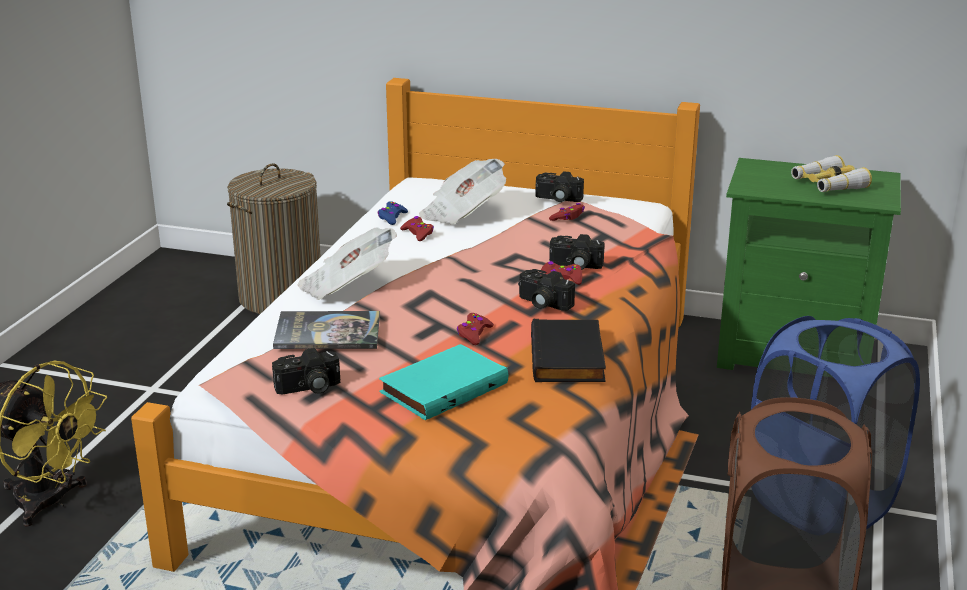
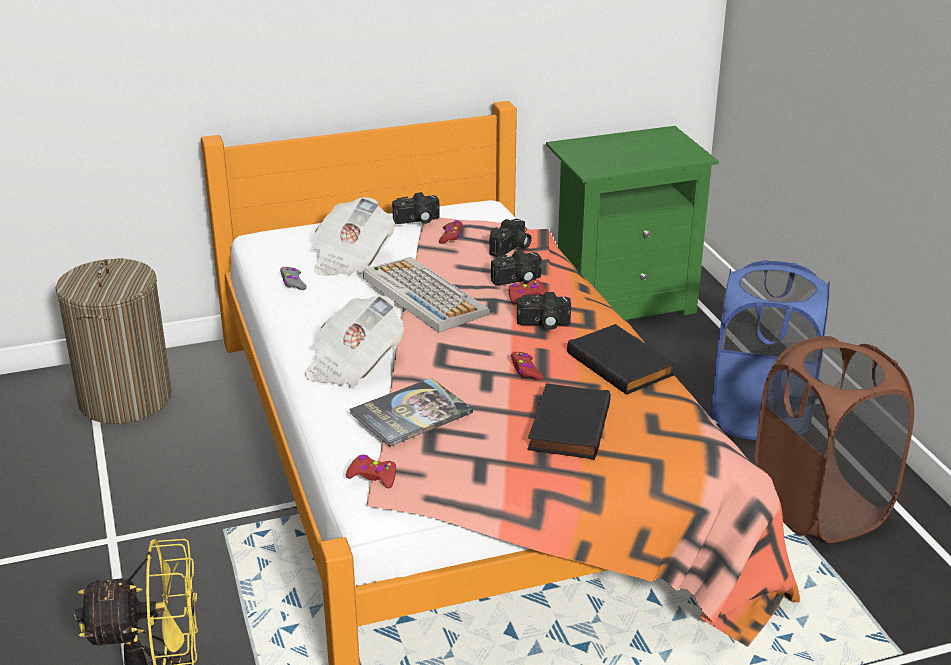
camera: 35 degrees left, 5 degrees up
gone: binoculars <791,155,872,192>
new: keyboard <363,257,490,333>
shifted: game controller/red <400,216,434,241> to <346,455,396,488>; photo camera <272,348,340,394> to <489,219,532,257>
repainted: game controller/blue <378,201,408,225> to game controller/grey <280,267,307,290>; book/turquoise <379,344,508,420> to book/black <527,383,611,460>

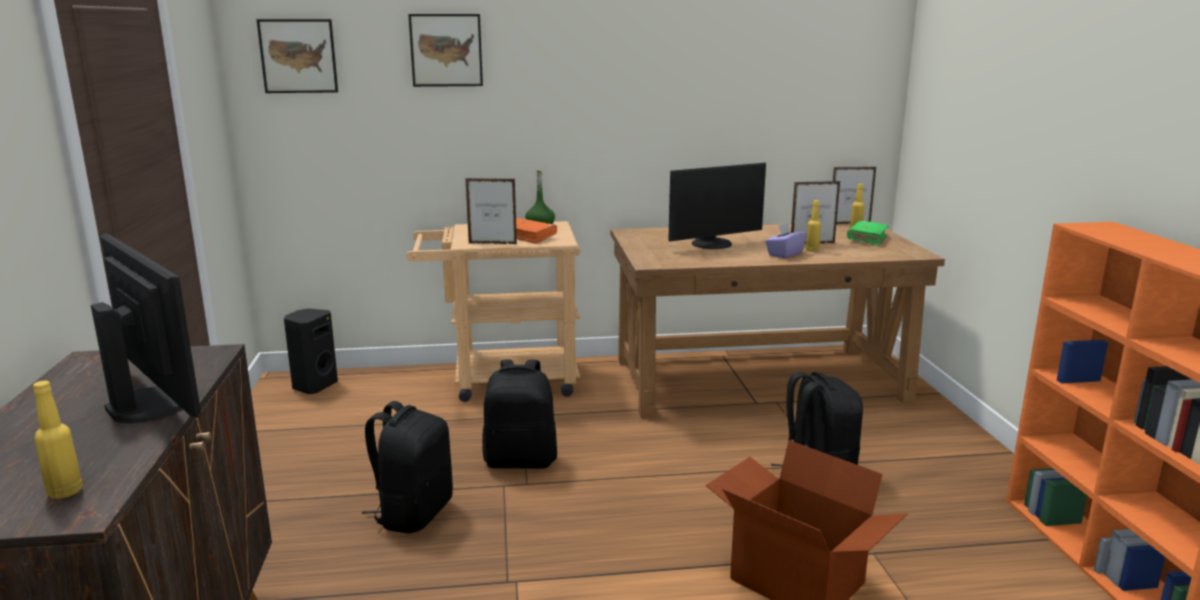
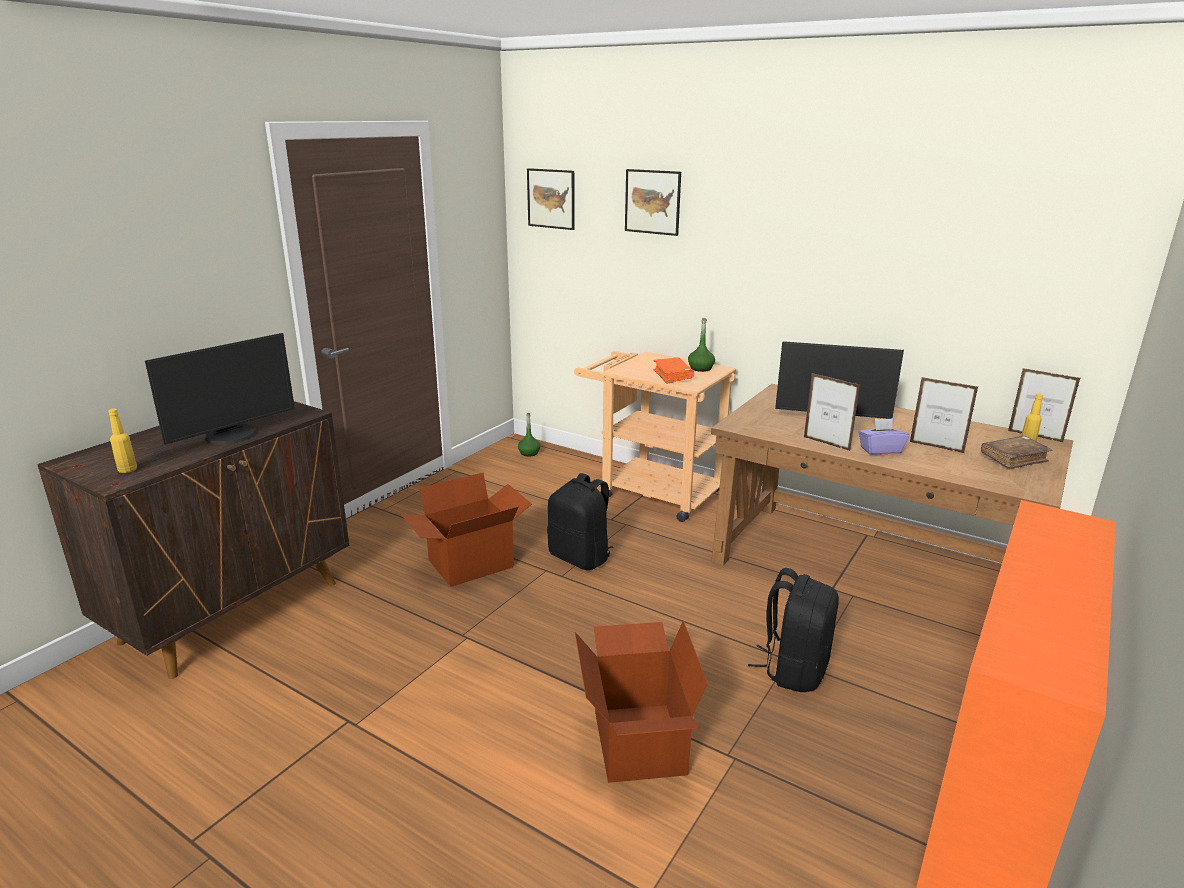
camera: 40 degrees right, 5 degrees up
gone: bottle/yellow <806,200,821,252>
shifted: picture frame <466,178,517,244> to <804,373,860,451>
swapped: speaker/black <284,308,338,394> to bottle/green <518,413,540,456>; backpack/black <362,401,453,533> to cardboard box <401,473,532,587>
repainted: book/green <847,221,889,246> to book/brown <981,436,1052,470>
rotated: monitor <91,233,201,424> = <145,333,295,445> 45 degrees clockwise

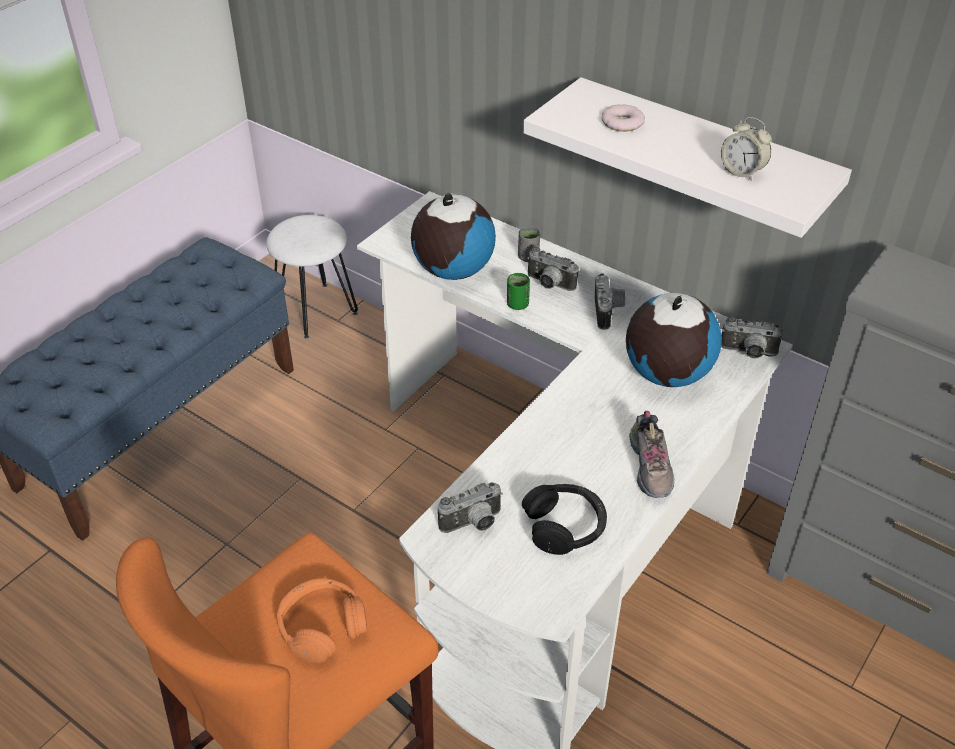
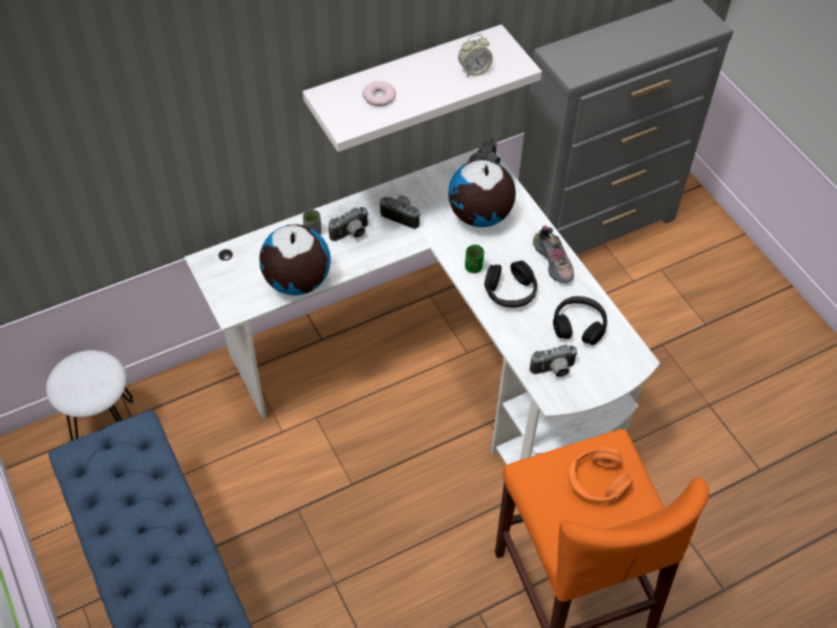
camera: 65 degrees left, 10 degrees up
new: headphones/black <484,260,537,308>
shifted: cup/green <507,273,530,310> to <465,245,484,273>
rotated: shoe <629,411,674,498> = <533,225,574,283> 45 degrees clockwise; photo camera <438,482,503,533> = <530,345,578,377> 75 degrees clockwise

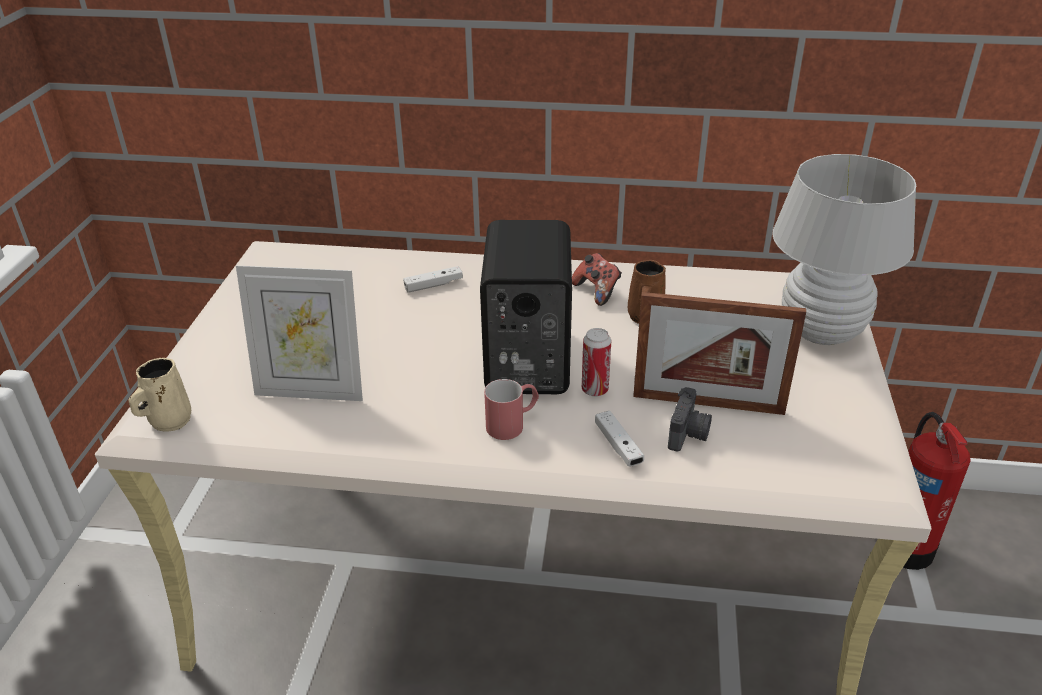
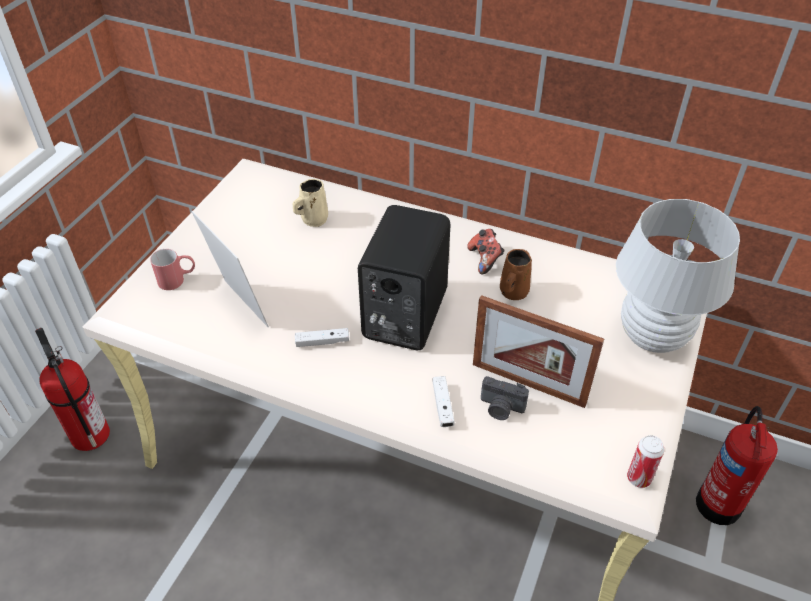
camera: 15 degrees right, 10 degrees up
new: fire extinguisher <35,328,110,451>
shifted: game controller/white <403,266,463,293> to <295,328,349,347>; can <582,328,611,397> to <627,435,664,488>; mug/beige <128,358,191,432> to <293,179,328,227>; mug/red <484,379,539,440> to <150,249,195,290>
rotated: picture frame <236,265,363,401> = <192,211,269,327> 150 degrees counterclockwise; photo camera <668,387,712,452> = <481,376,529,420> 75 degrees clockwise

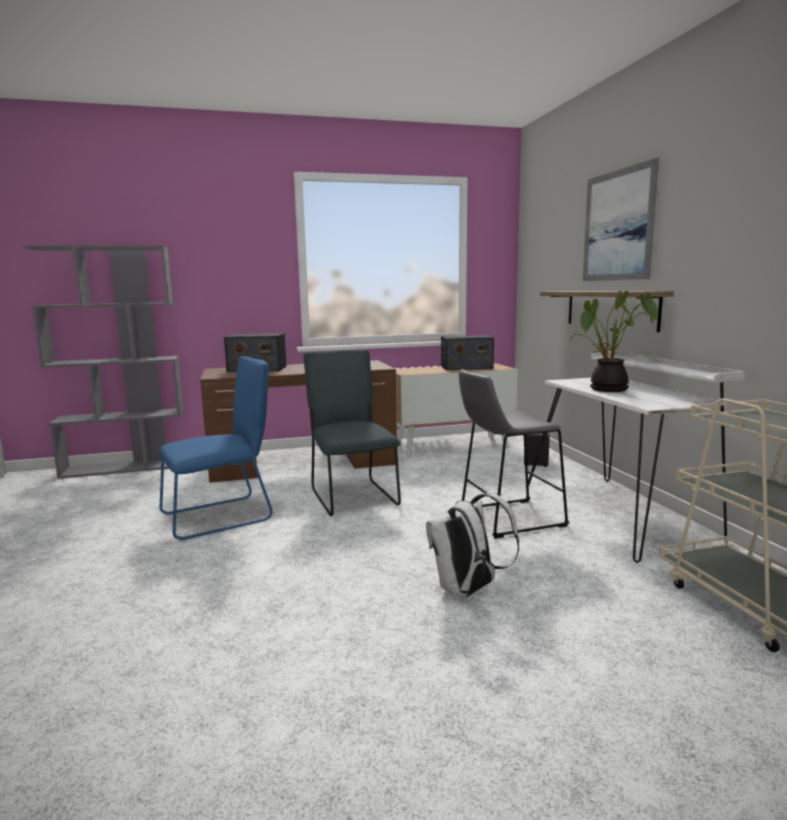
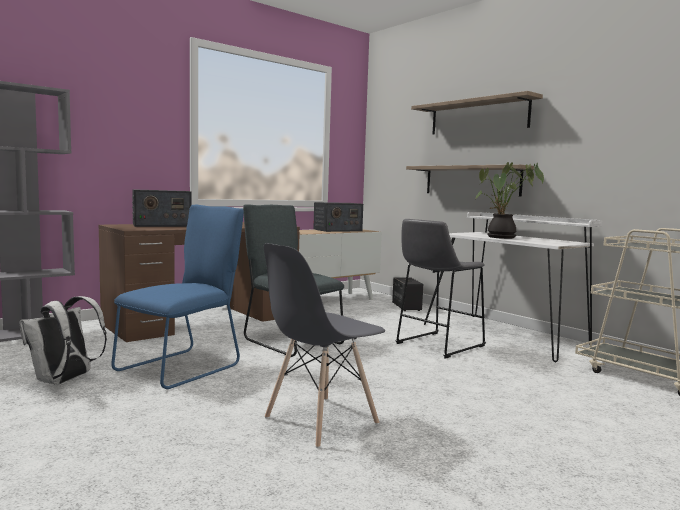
camera: 25 degrees left, 5 degrees down
new: chair/grey <264,243,385,448>
shifted: backpack/white <426,493,519,598> to <19,296,107,385>
swapped: picture <583,158,659,281> to shelf <411,91,543,135>

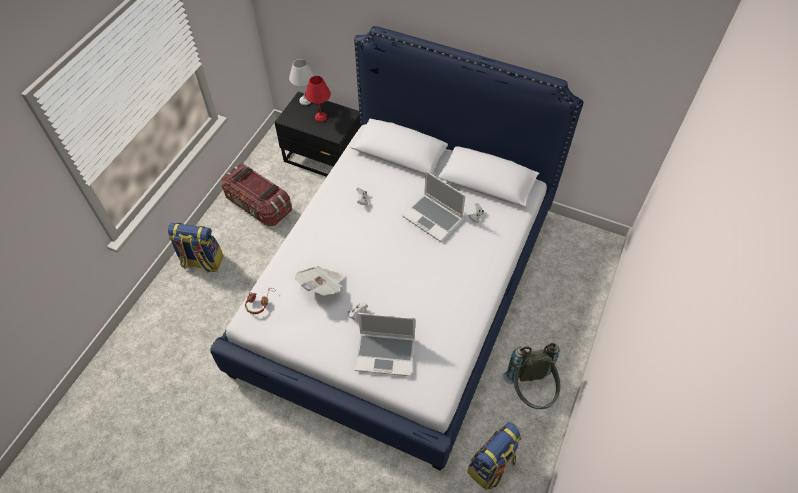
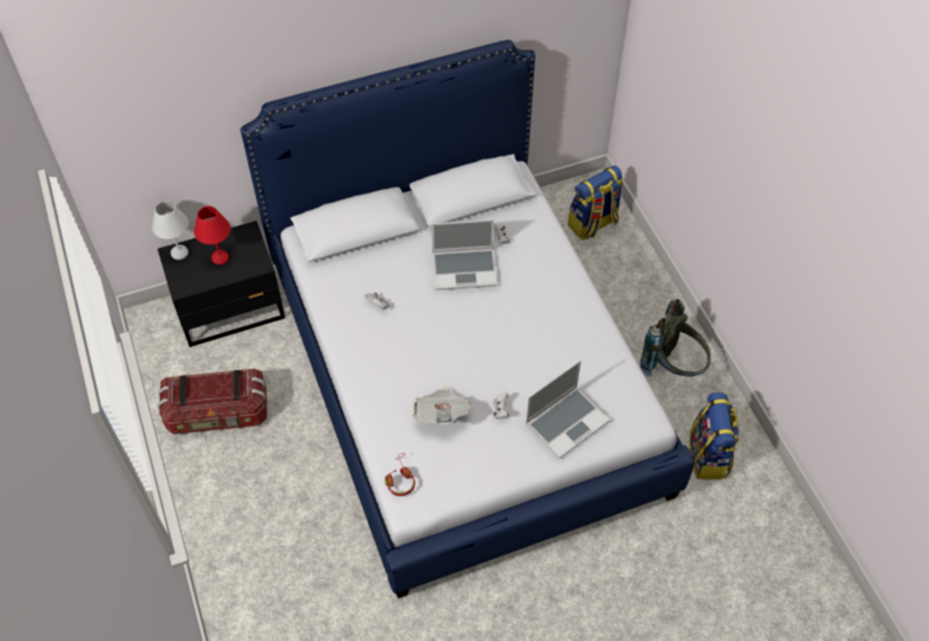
camera: 45 degrees left, 0 degrees up
shifted: backpack <168,223,223,273> to <568,165,623,240>

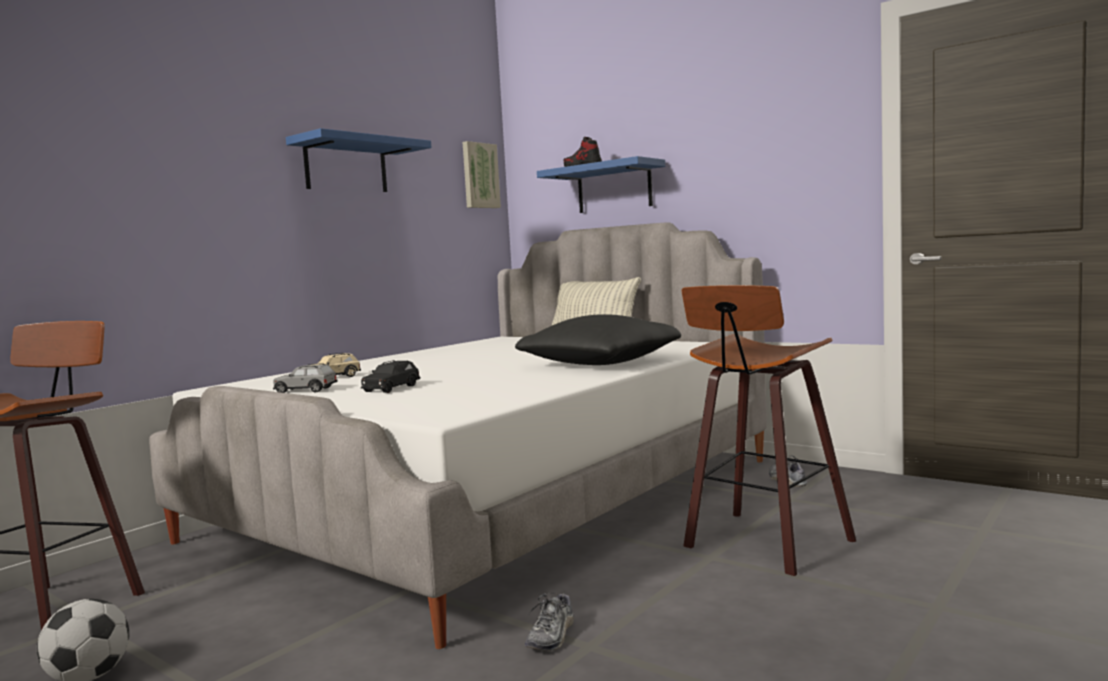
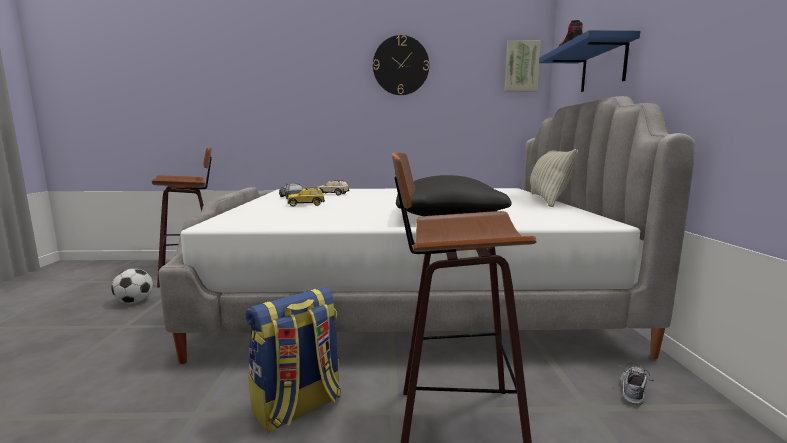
camera: 50 degrees right, 5 degrees up
gone: shoe <525,593,574,651>
new: backpack <246,287,341,433>
swapped: shelf/blue <286,128,432,192> to wall clock <373,35,429,95>
repainted: toy car/black <361,360,420,393> to toy car/yellow <288,188,325,207>

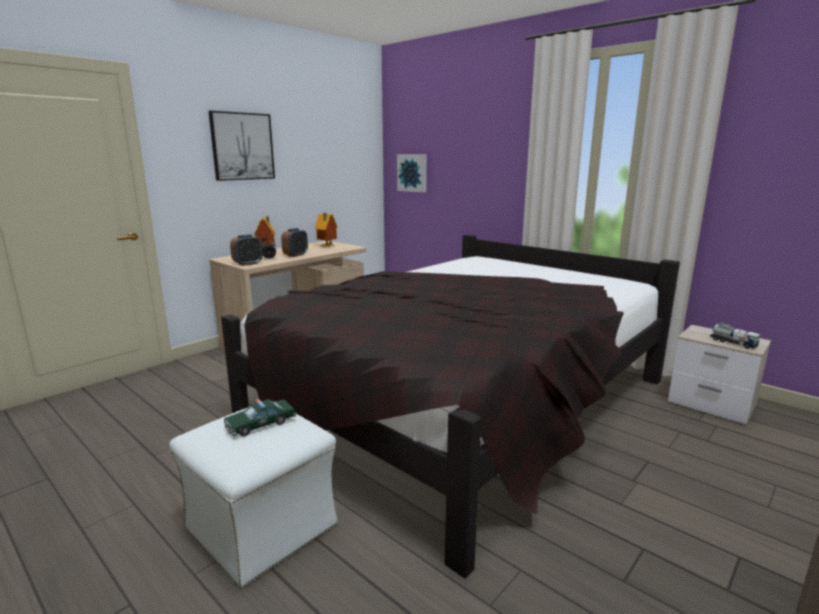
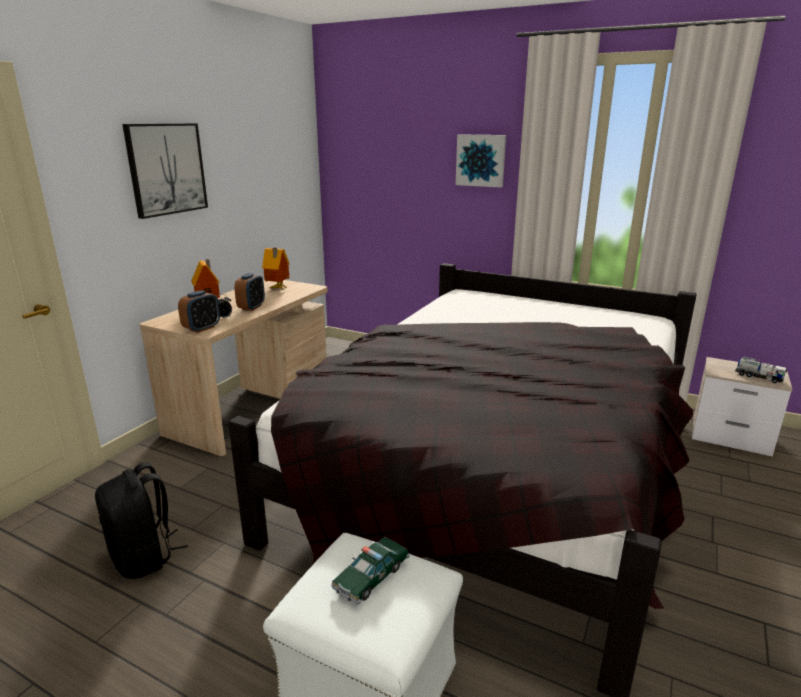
camera: 15 degrees left, 5 degrees up
new: backpack/black <95,462,188,579>
shifted: picture <397,155,427,192> to <456,134,506,188>

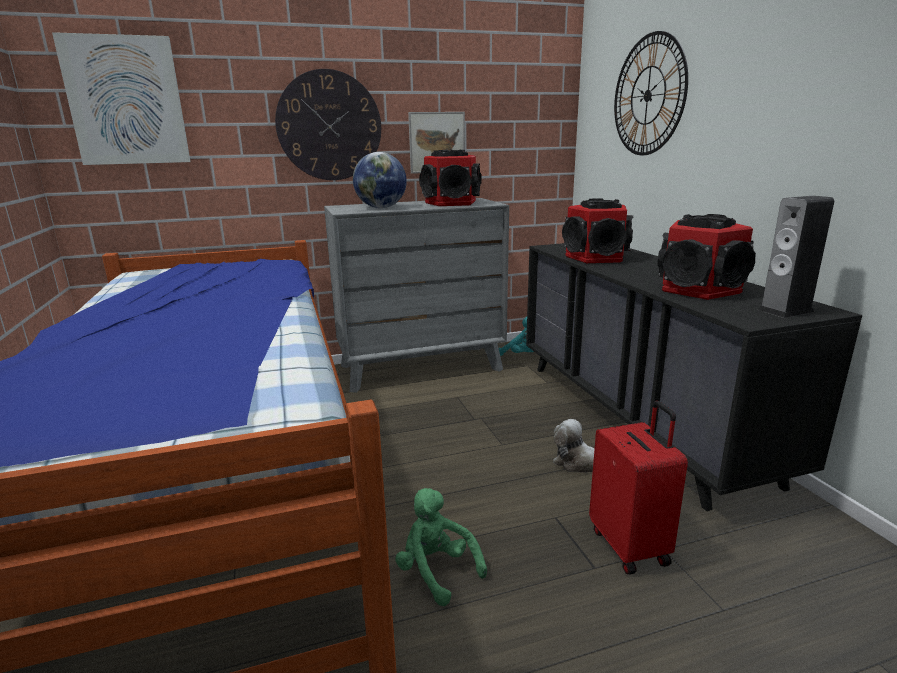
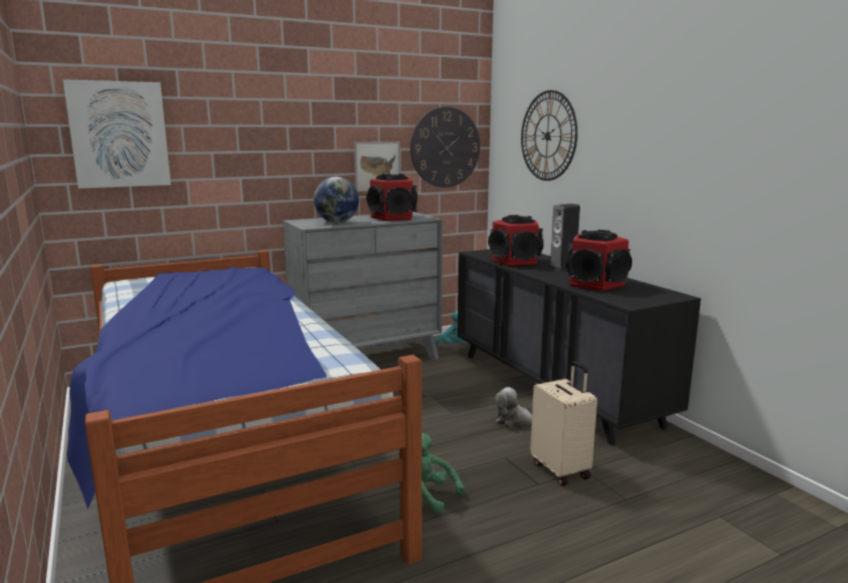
camera: 10 degrees left, 5 degrees down
shifted: wall clock <275,69,381,180> to <410,107,480,188>; speaker <758,196,834,318> to <549,204,580,271>
repainted: suitcase/red <589,401,688,575> to suitcase/beige <530,361,597,486>

